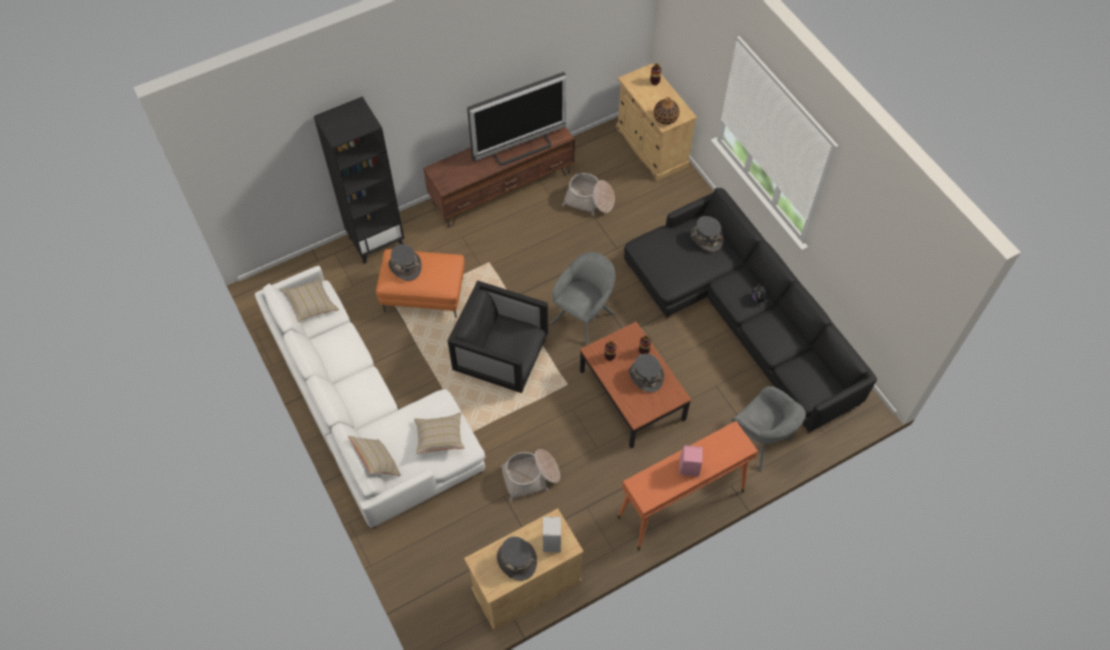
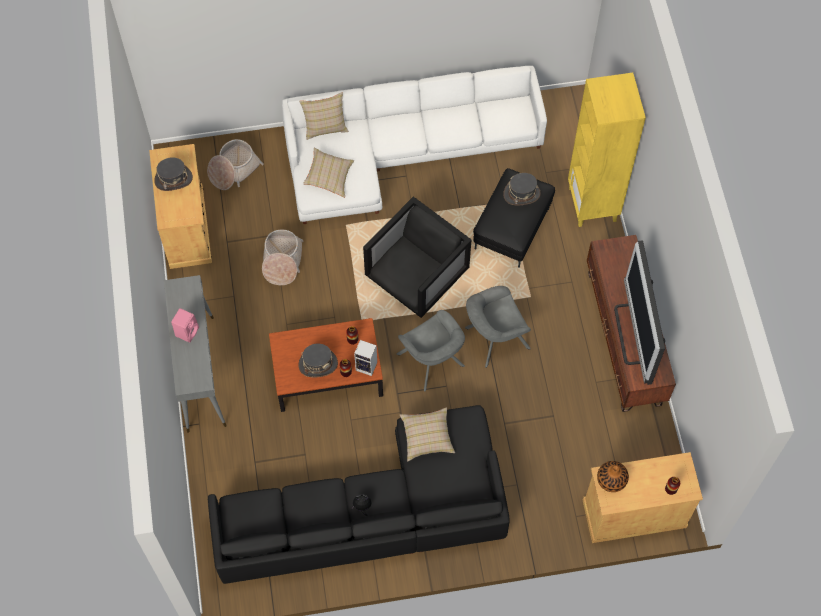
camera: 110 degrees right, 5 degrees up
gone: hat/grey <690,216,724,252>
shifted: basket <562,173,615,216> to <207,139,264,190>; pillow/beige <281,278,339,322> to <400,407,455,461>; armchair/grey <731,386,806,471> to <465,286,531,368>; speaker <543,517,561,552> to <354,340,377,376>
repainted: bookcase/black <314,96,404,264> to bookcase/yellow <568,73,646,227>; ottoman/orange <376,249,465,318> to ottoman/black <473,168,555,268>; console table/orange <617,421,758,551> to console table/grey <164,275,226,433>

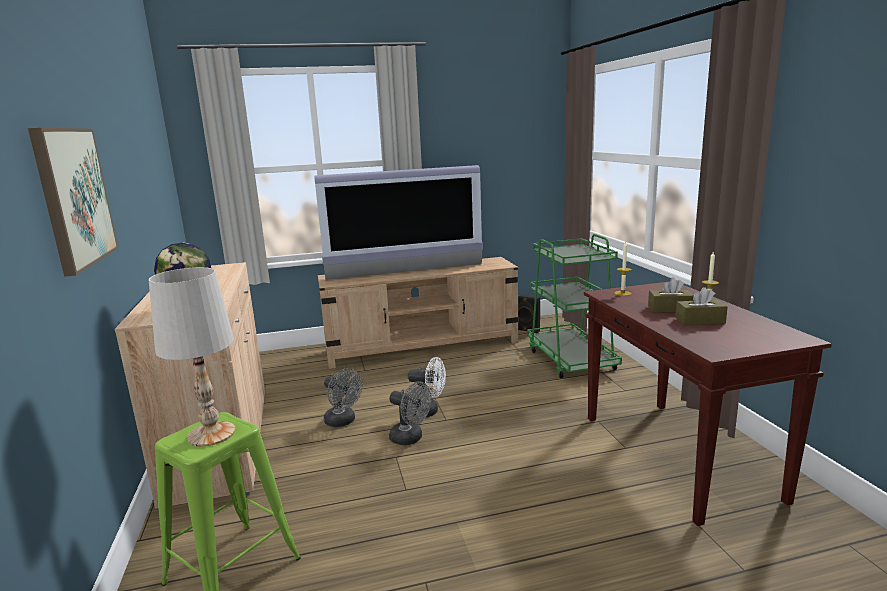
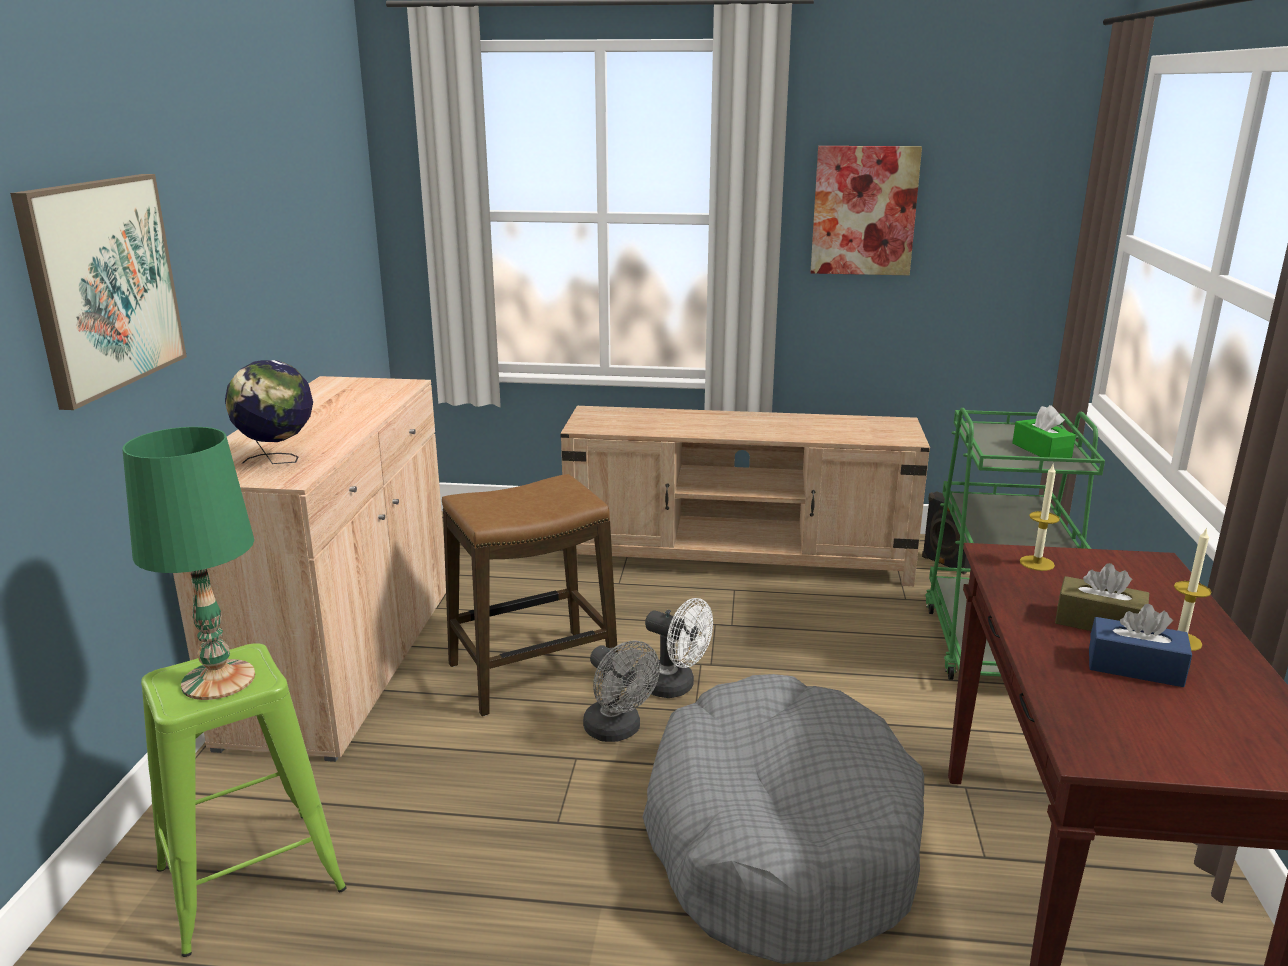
camera: 20 degrees right, 5 degrees up
gone: television <314,165,483,280>
new: picture <811,146,922,275>; tissue box/green <1012,405,1076,458>; dog bed/grey <642,674,924,964>
swapped: fan/grey <324,368,363,427> to stool <442,474,618,716>
repainted: table lamp/white <149,267,235,447> to table lamp/green <123,427,255,700>; tissue box/brown <676,287,728,325> to tissue box/blue <1089,604,1192,687>

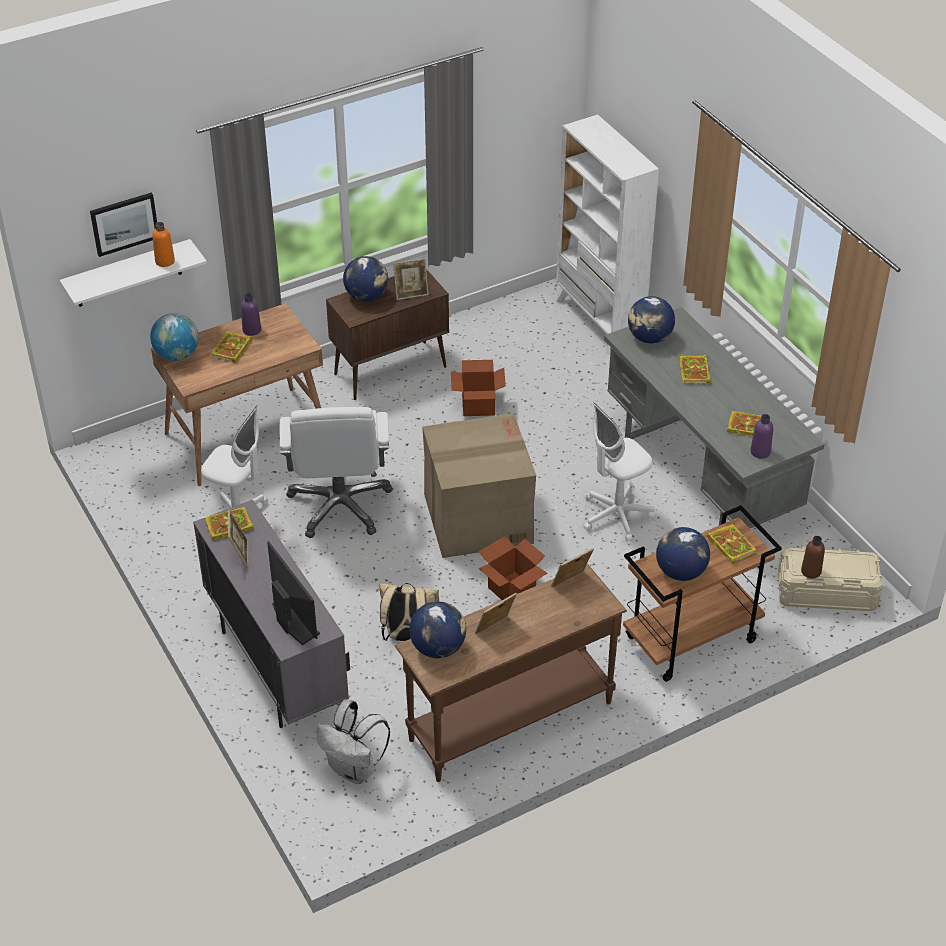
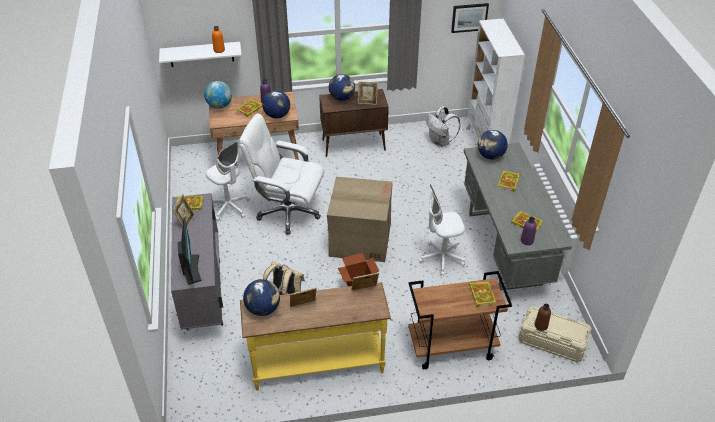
camera: 20 degrees right, 0 degrees up
gone: cardboard box <451,360,506,416>
shifted: picture <90,193,157,257> to <451,3,489,33>; globe <656,527,710,581> to <262,91,290,119>; backpack/white <317,699,390,784> to <426,106,460,147>
repainted: console table/brown <395,564,627,782> to console table/yellow <240,282,391,391>
rotated: office chair/white <280,407,393,538> = <239,113,324,235> 90 degrees clockwise

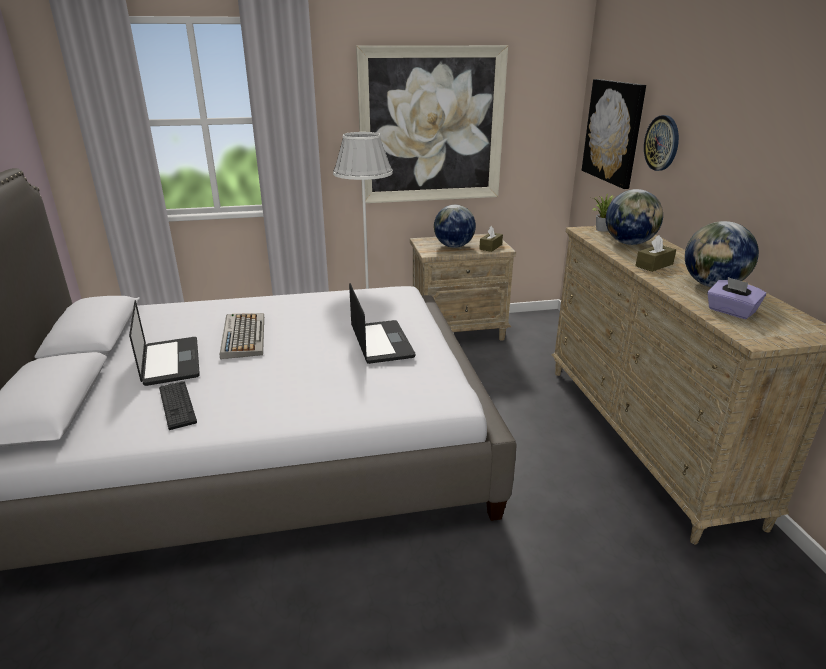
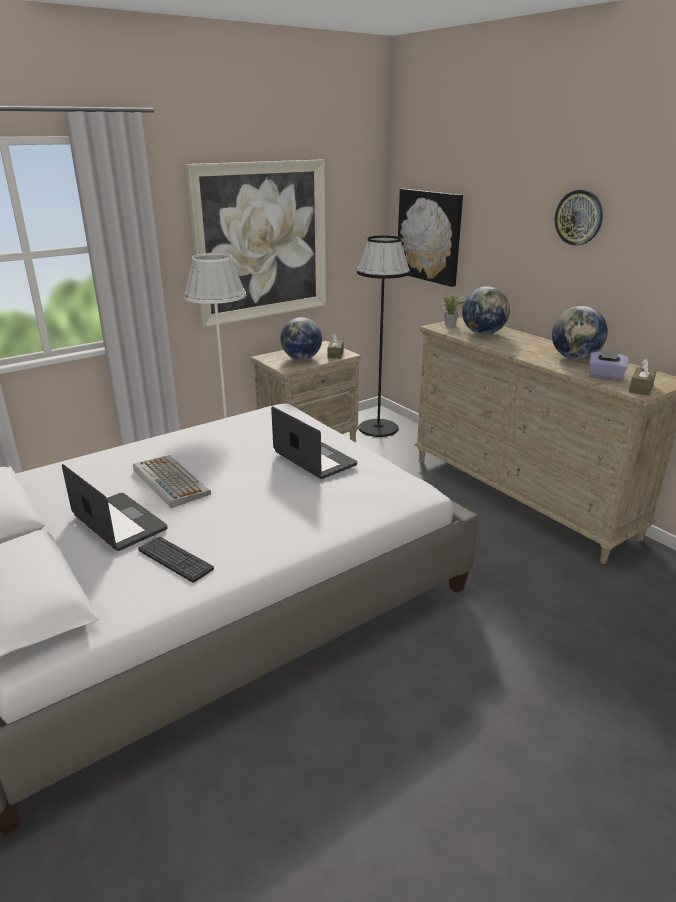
camera: 25 degrees left, 0 degrees up
new: floor lamp/black <357,235,410,437>
shifted: wall clock <644,115,679,171> to <555,190,603,246>; tissue box/brown <636,235,676,272> to <629,359,657,396>

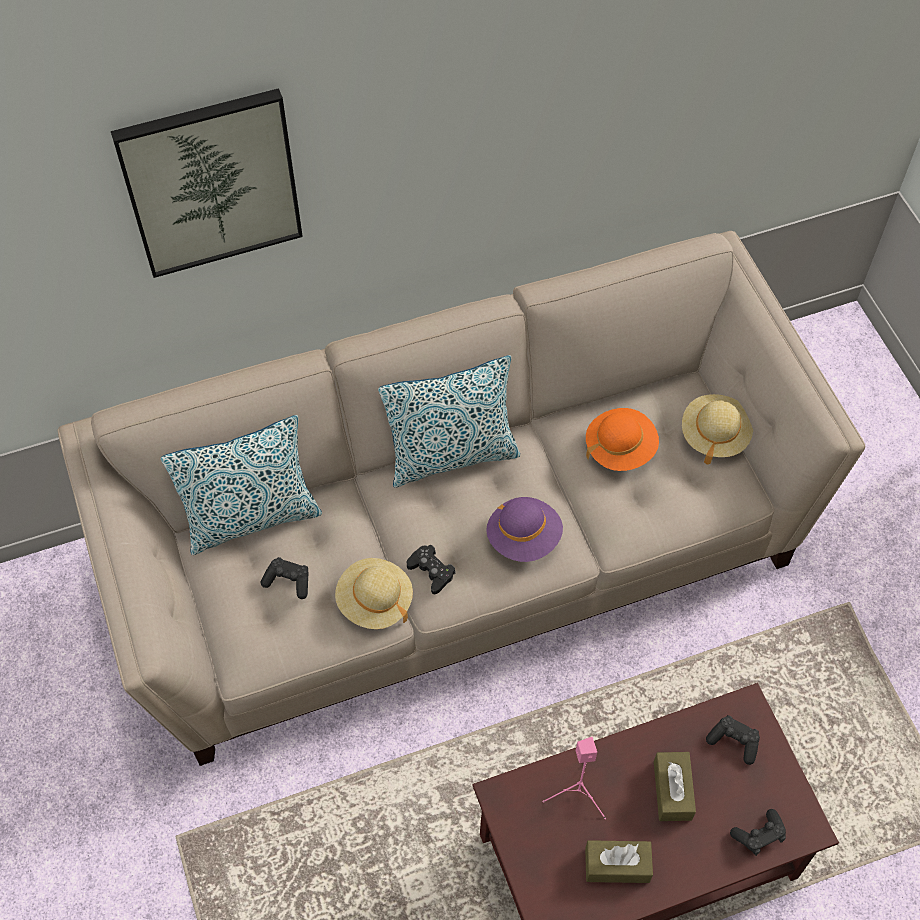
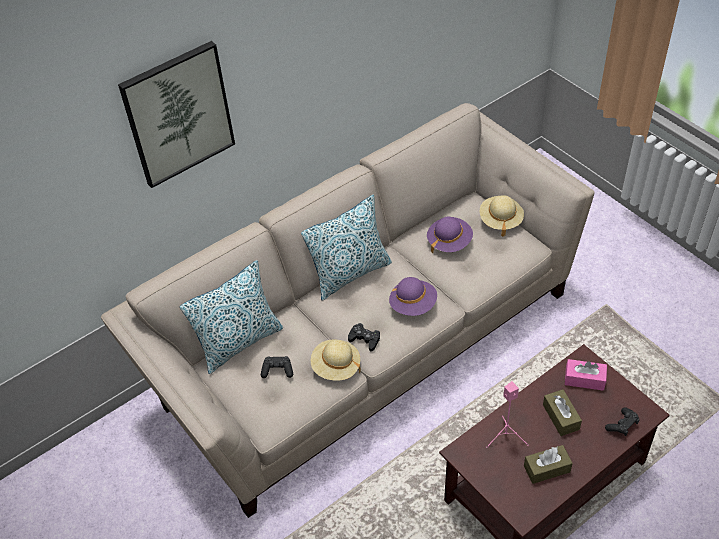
camera: 15 degrees left, 10 degrees down
swapped: game controller/black <706,715,760,765> to tissue box/pink <565,359,607,391>
repainted: hat/orange <586,408,659,471> to hat/purple <427,217,473,253>

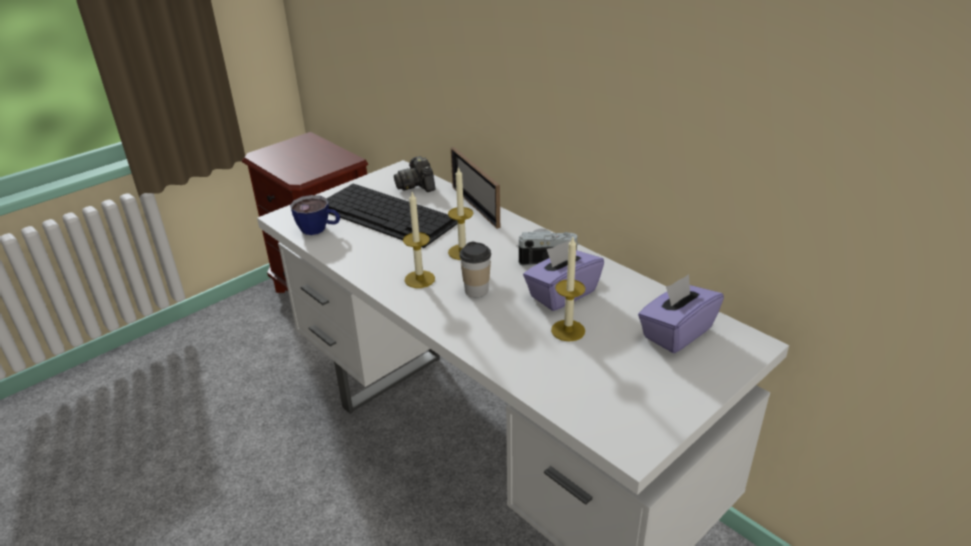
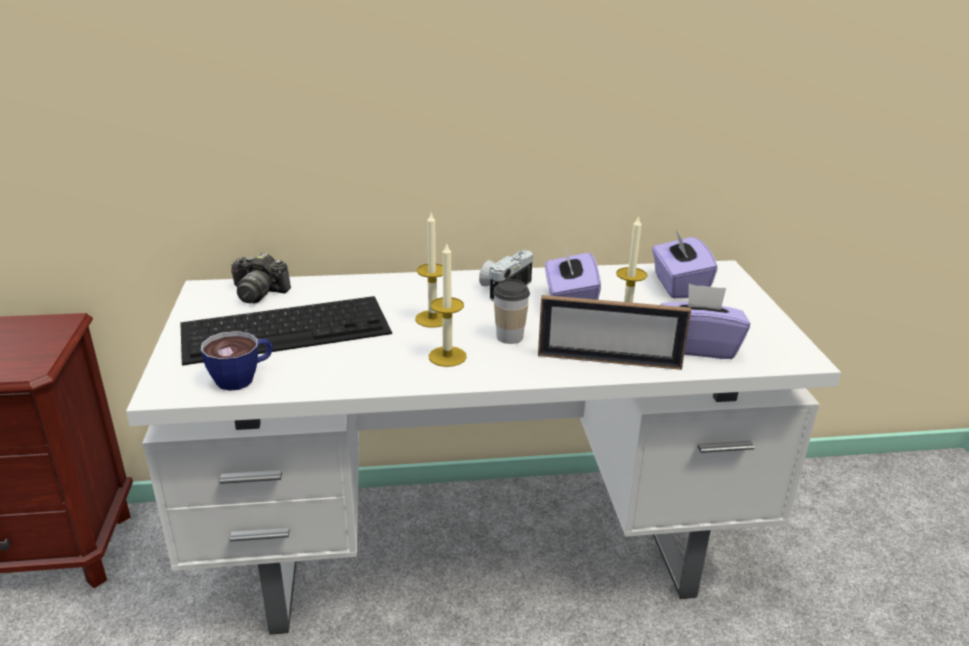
camera: 55 degrees left, 5 degrees down
new: tissue box/purple <661,284,750,359>
shifted: picture frame <451,147,500,229> to <538,295,691,370>

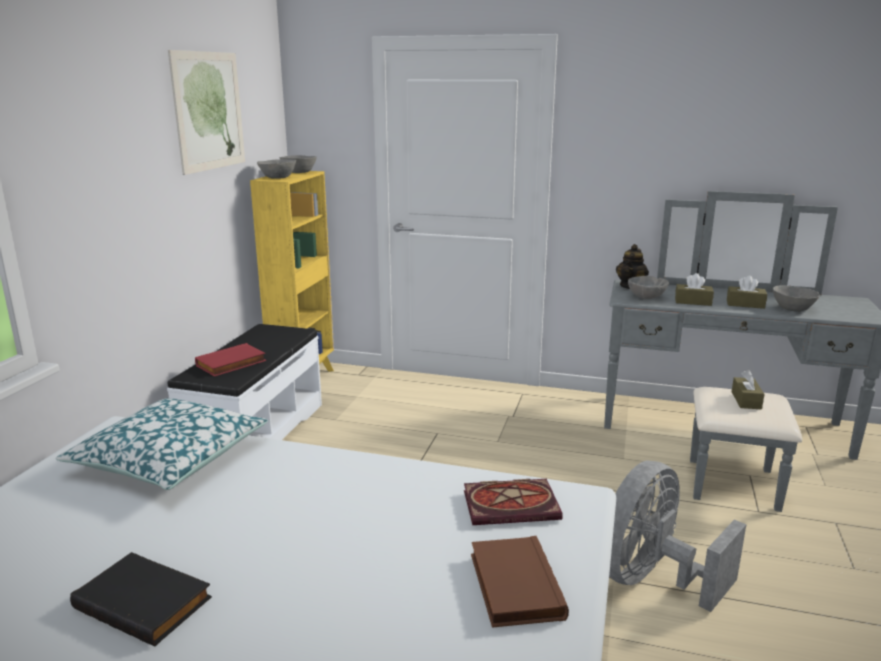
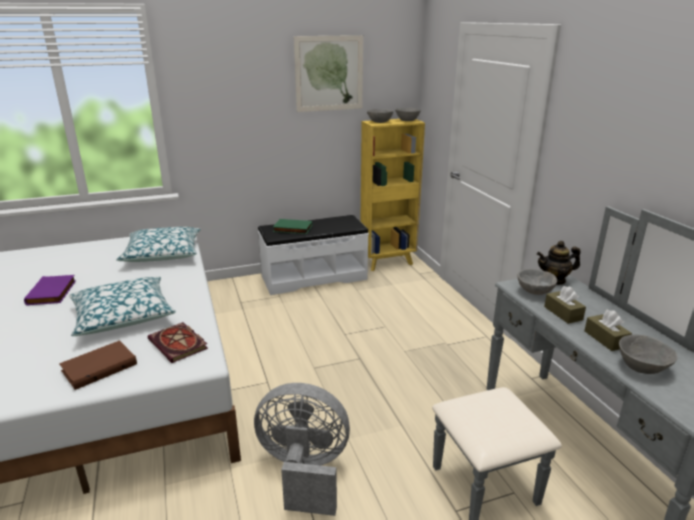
camera: 55 degrees right, 5 degrees up
gone: tissue box/brown <732,370,765,409>
new: pillow <69,276,176,336>
repainted: book/red <195,343,266,376> to book/green <273,219,312,234>; book/black <70,552,212,646> to book/purple <24,275,76,306>

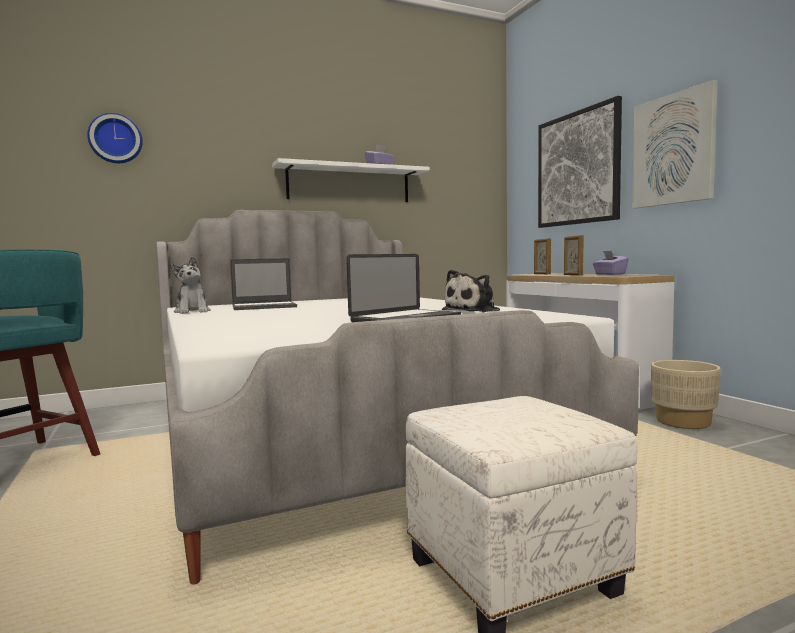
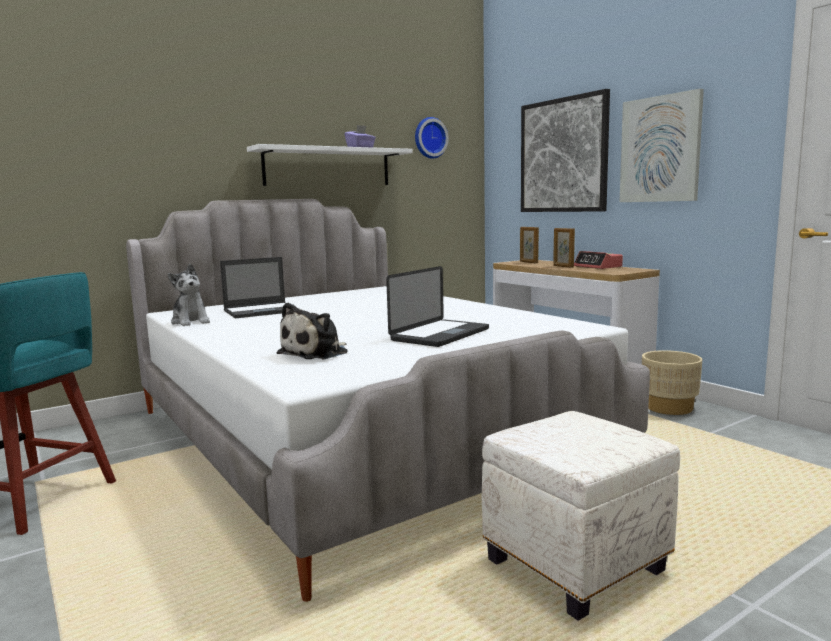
camera: 10 degrees left, 5 degrees up
shifted: wall clock <87,113,143,163> to <415,117,449,159>; plush toy <442,270,500,312> to <276,303,348,359>
swapped: tissue box/purple <593,251,629,275> to alarm clock <574,251,623,269>

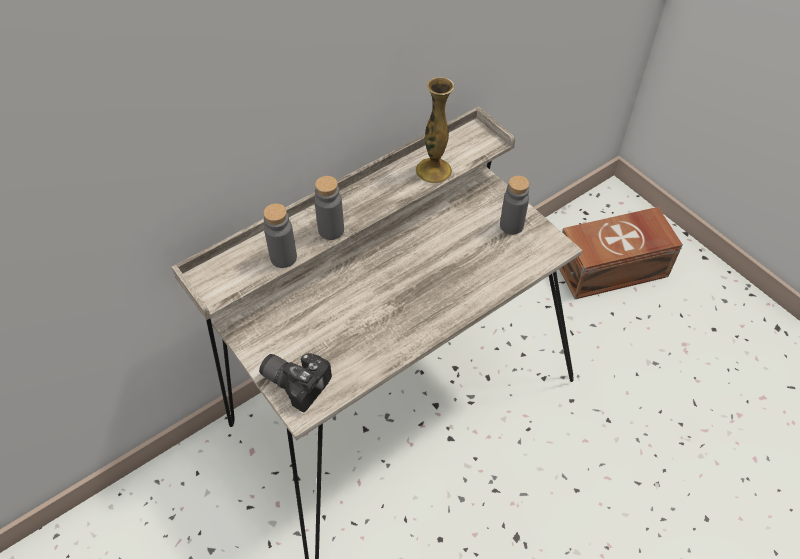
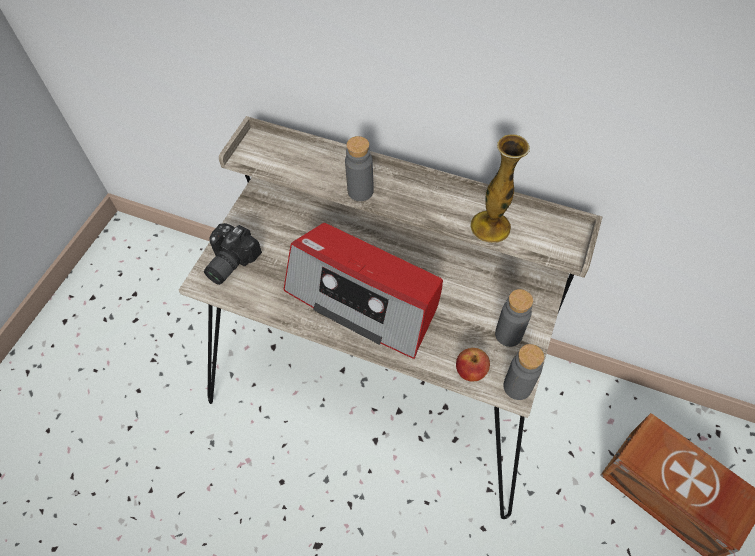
camera: 60 degrees right, 5 degrees up
new: radio <284,223,443,359>; apple <456,348,490,382>
shifted: bottle/grey <263,203,297,268> to <503,344,544,400>
rotated: photo camera <259,353,332,413> = <204,223,262,285> 150 degrees counterclockwise

